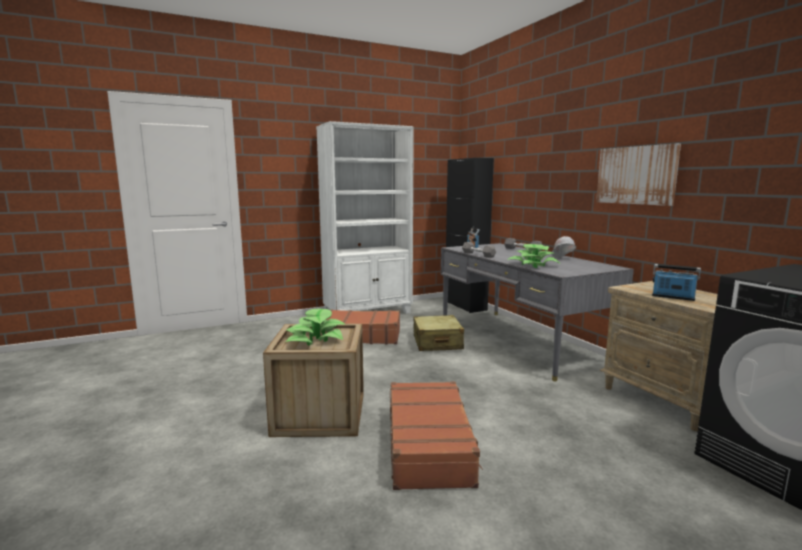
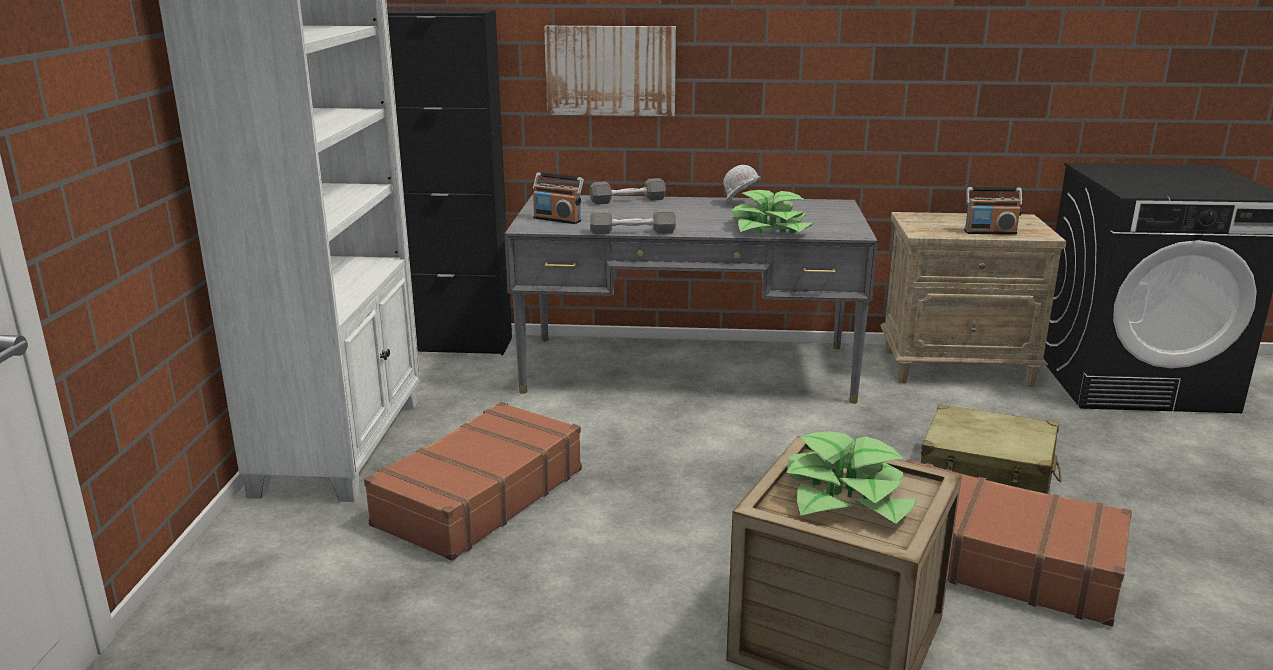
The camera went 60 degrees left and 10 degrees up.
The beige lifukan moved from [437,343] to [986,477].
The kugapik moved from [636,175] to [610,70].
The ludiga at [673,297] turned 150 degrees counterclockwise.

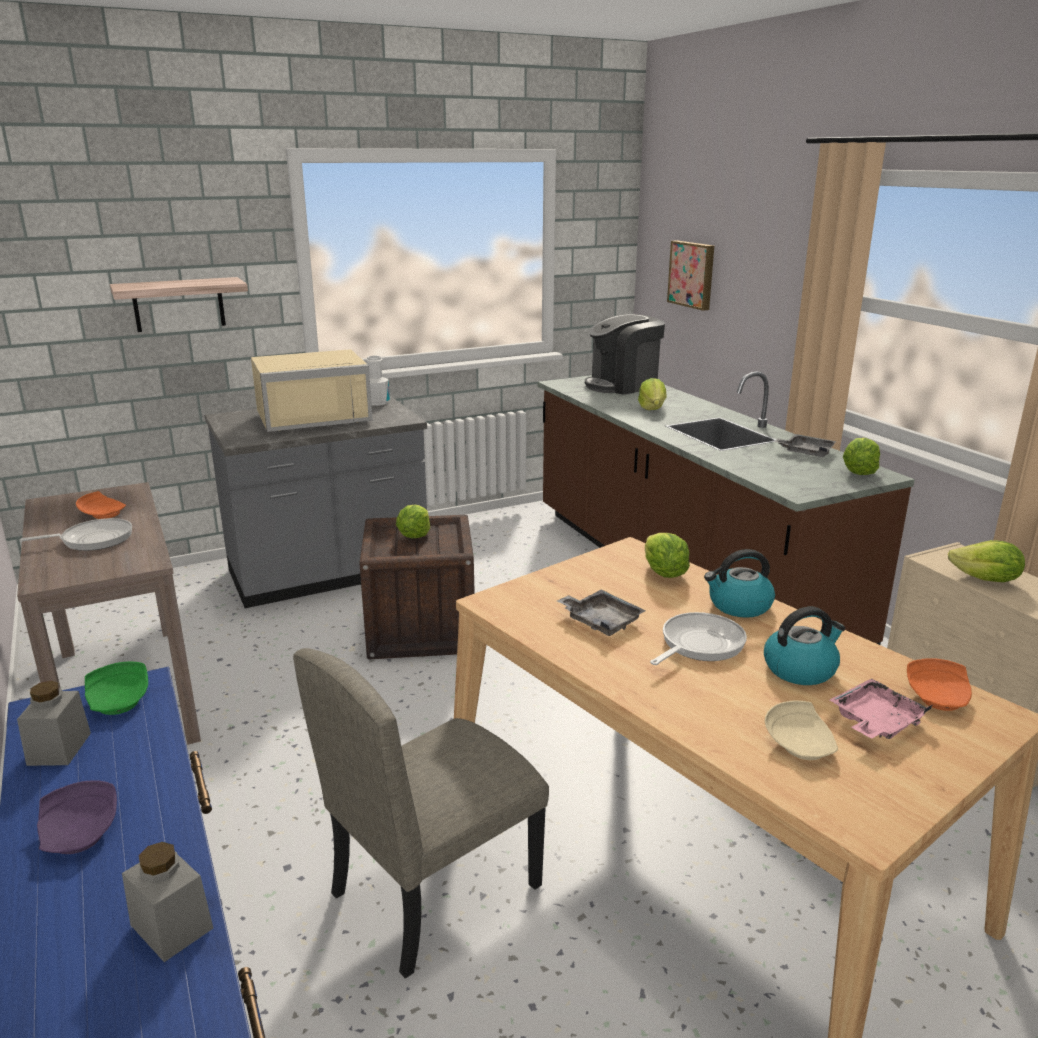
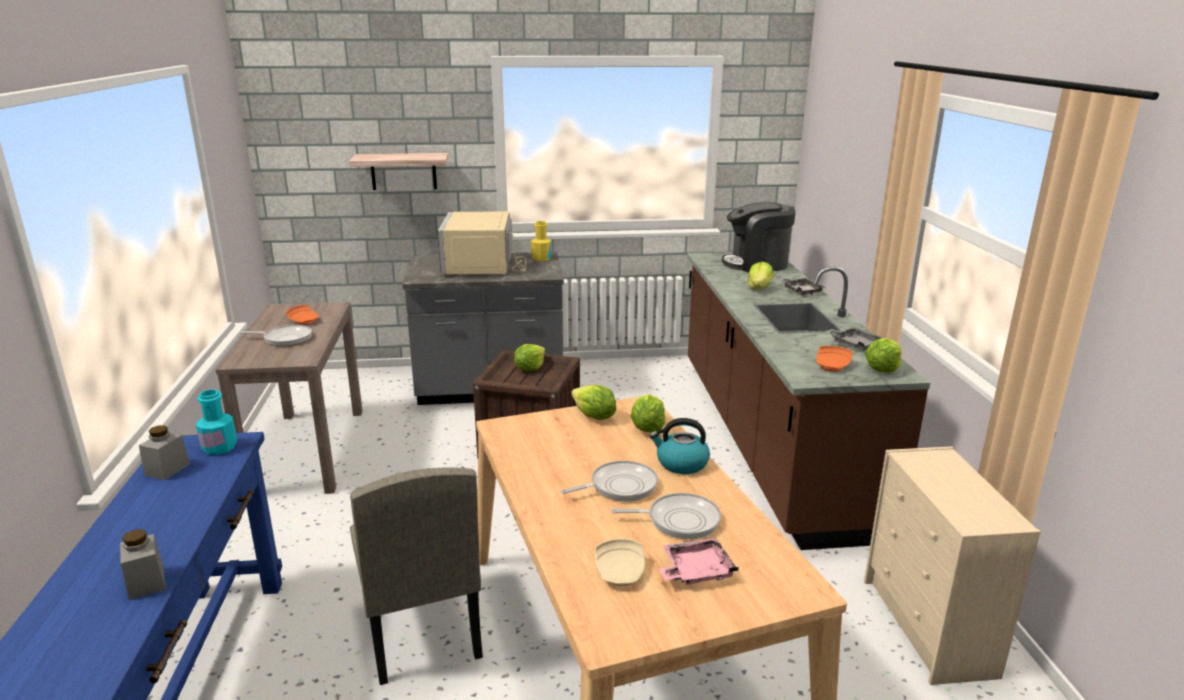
The camera went 20 degrees right and 0 degrees up.
The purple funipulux at [80,832] disappeared.
The kugapik at [692,274] disappeared.
The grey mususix moved from [601,621] to [801,291].
The orange funipulux moved from [939,697] to [832,366].
The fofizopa moved from [986,580] to [594,417].
The green funipulux at [120,700] was replaced by the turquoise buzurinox at [219,447].
The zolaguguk at [800,669] was replaced by the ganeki at [679,520].
The white buzurinox at [377,402] became the yellow buzurinox at [541,258].
The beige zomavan at [313,417] turned 90 degrees clockwise.
The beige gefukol at [435,888] turned 90 degrees counterclockwise.

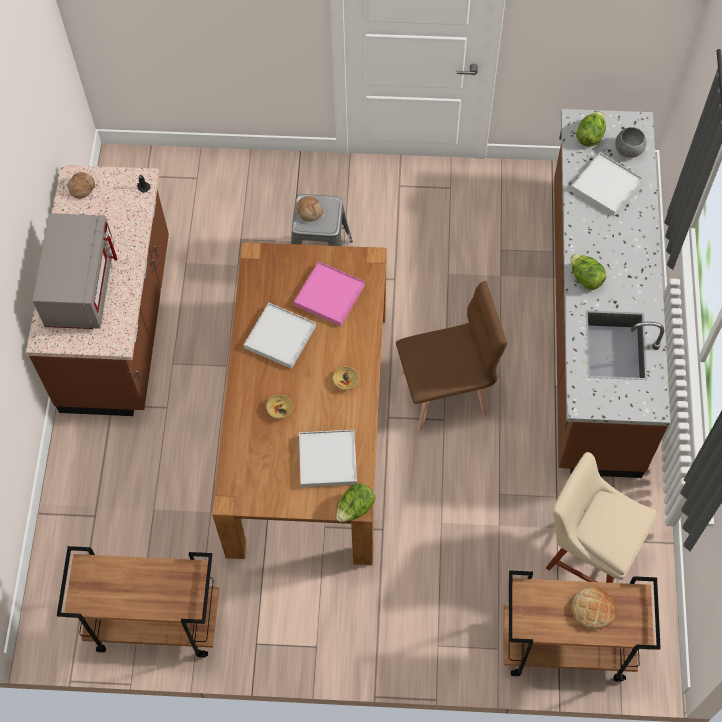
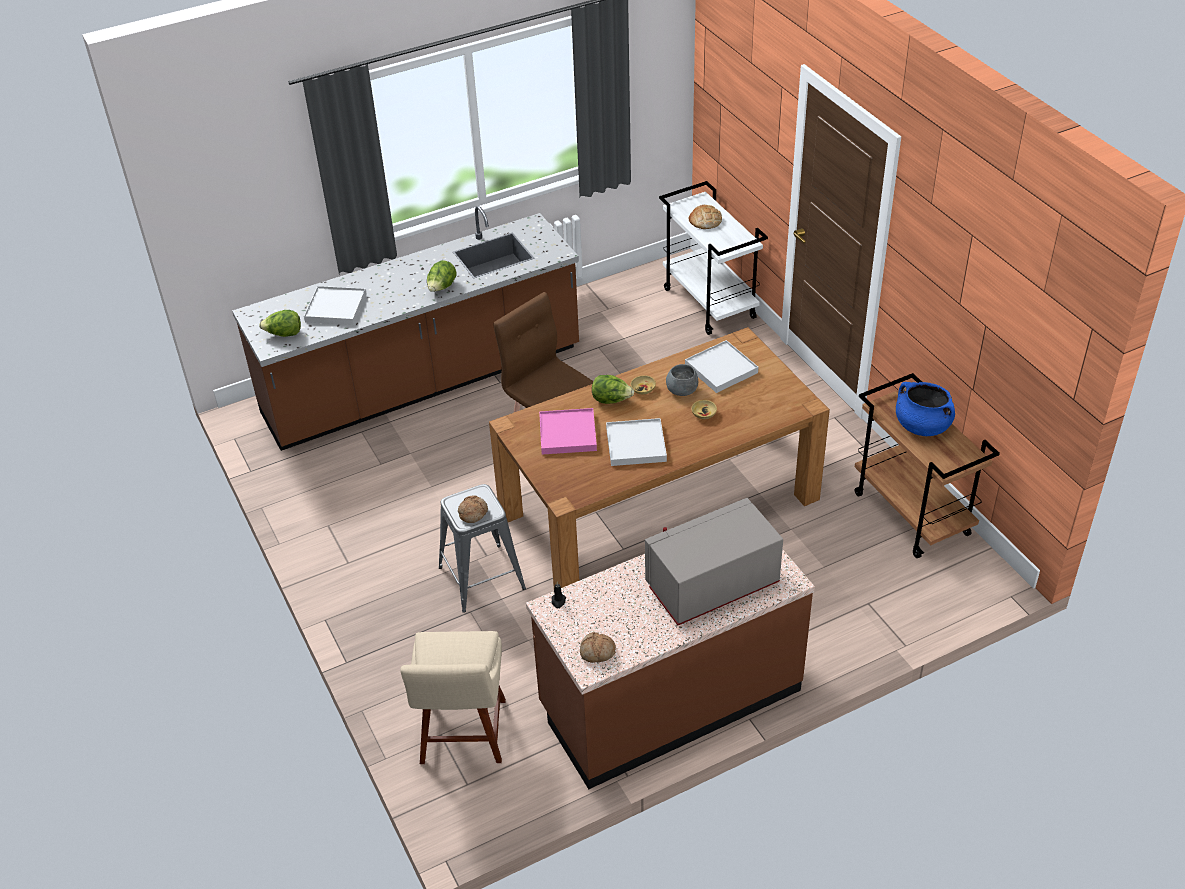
The camera went 120 degrees left and 20 degrees down.
The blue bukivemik at [922,426] appeared.
The fofizopa moved from [355,508] to [611,400].
The beige gefukol moved from [587,553] to [462,736].
The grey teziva moved from [628,150] to [682,391].
The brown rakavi at [564,646] became the white rakavi at [710,304].

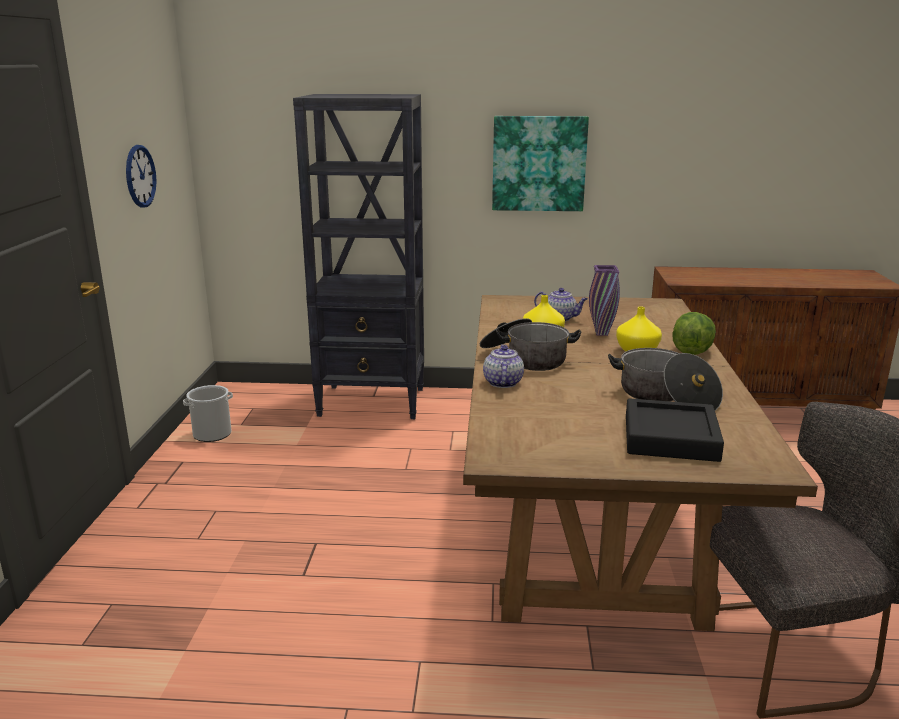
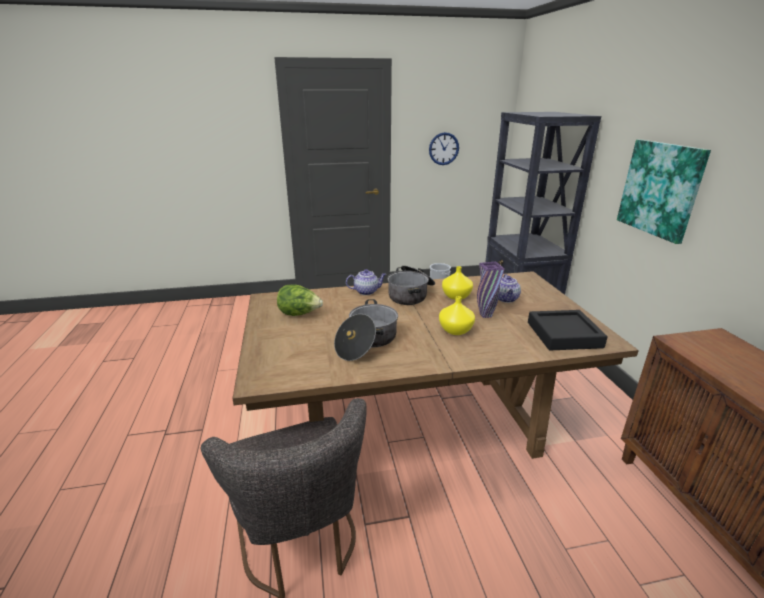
The camera went 75 degrees right and 5 degrees up.
The black mususix moved from [670,438] to [564,335].
The fofizopa moved from [692,350] to [299,314].

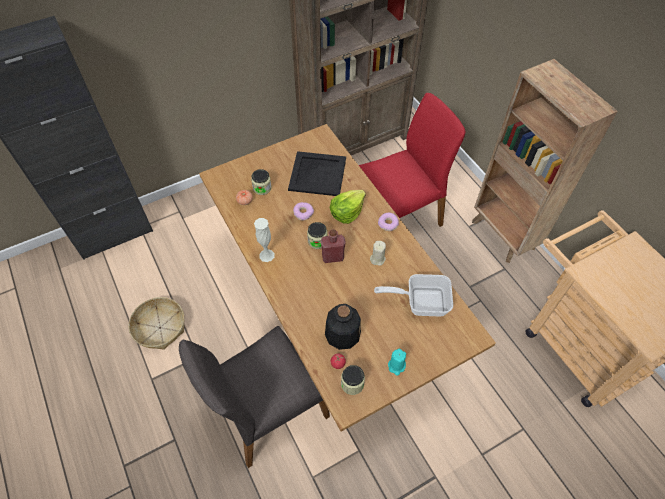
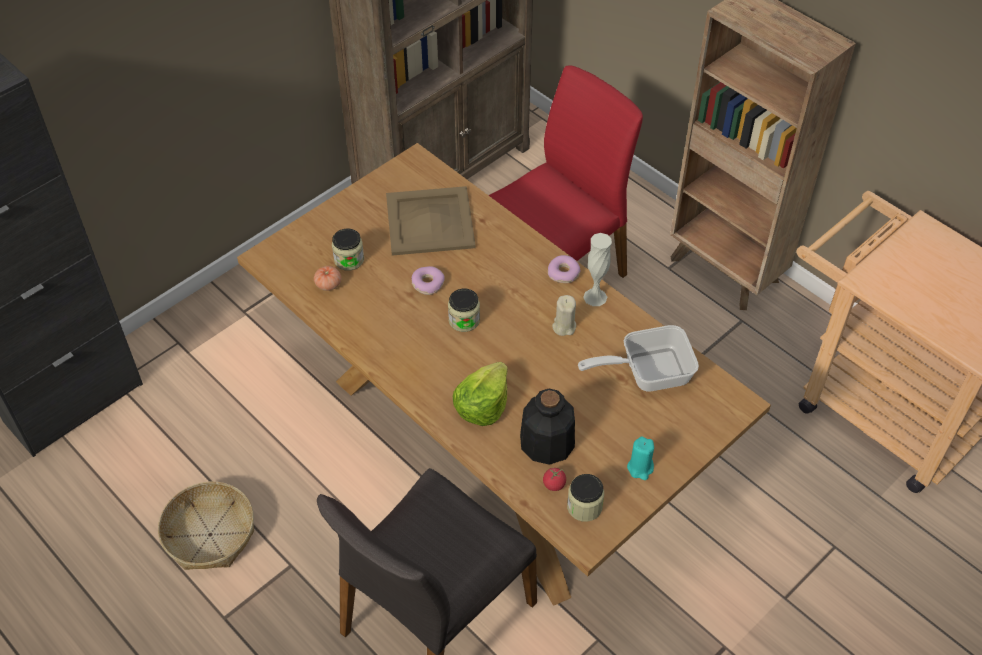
The camera went 15 degrees left and 5 degrees down.
The red buzurinox at [333,257] disappeared.
The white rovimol moved from [266,255] to [595,297].
The fofizopa moved from [347,212] to [482,405].
The black mususix at [317,174] became the beige mususix at [429,222].

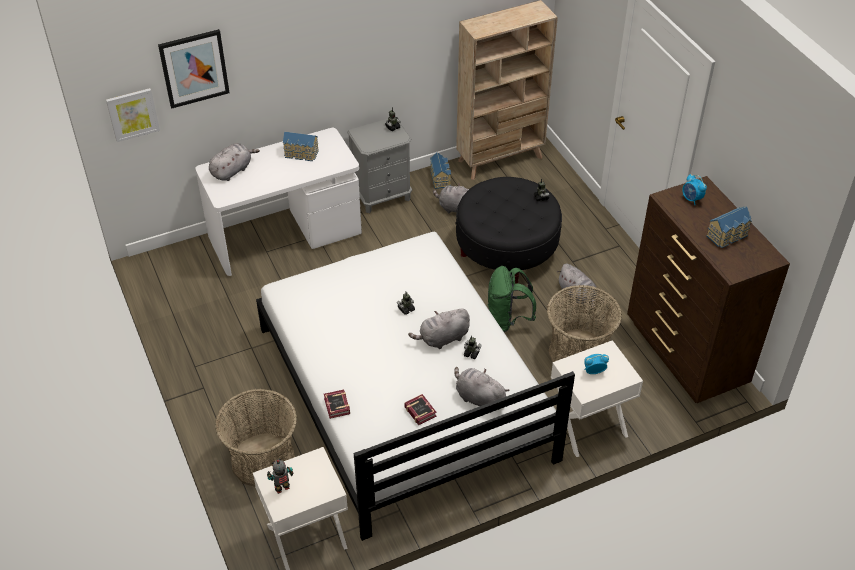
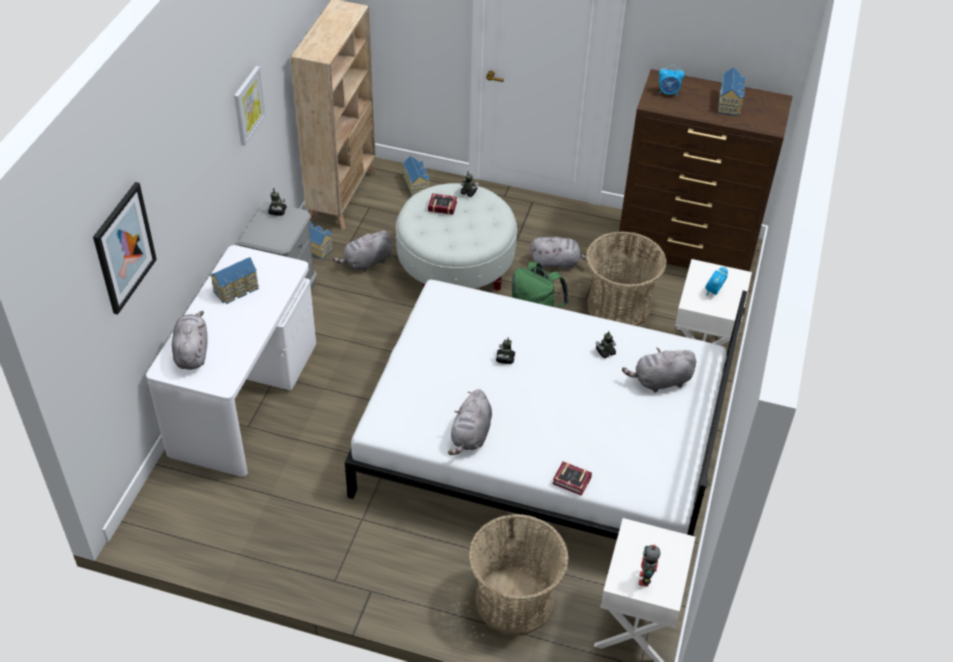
The camera went 50 degrees left and 0 degrees up.
The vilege at [417,185] appeared.
The kugapik moved from [133,114] to [248,105].
The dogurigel moved from [420,410] to [441,206].
The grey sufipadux moved from [442,339] to [471,435].
The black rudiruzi at [506,250] became the white rudiruzi at [455,268].

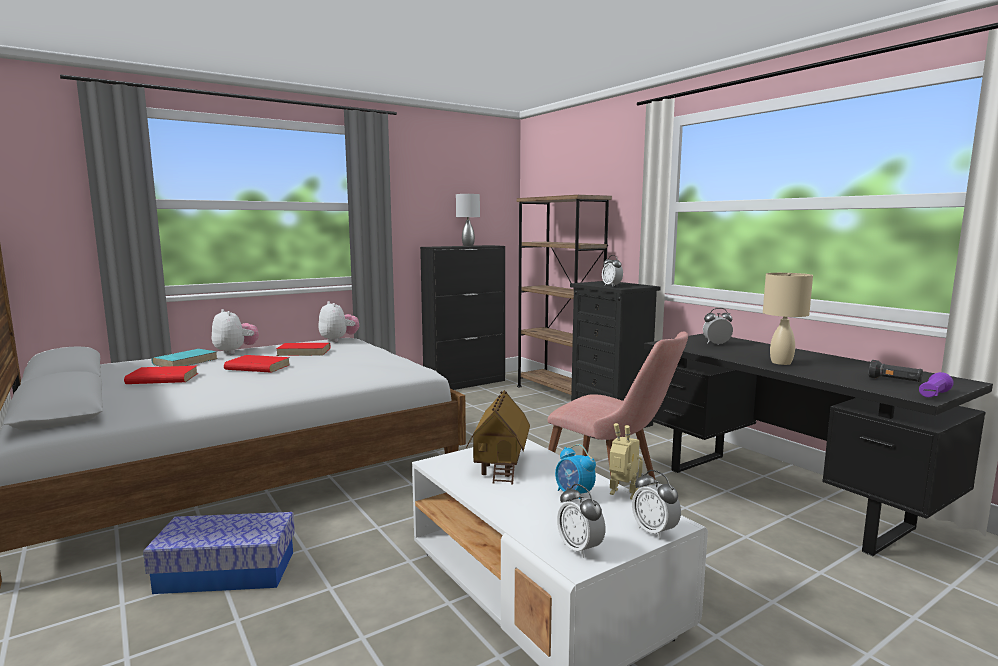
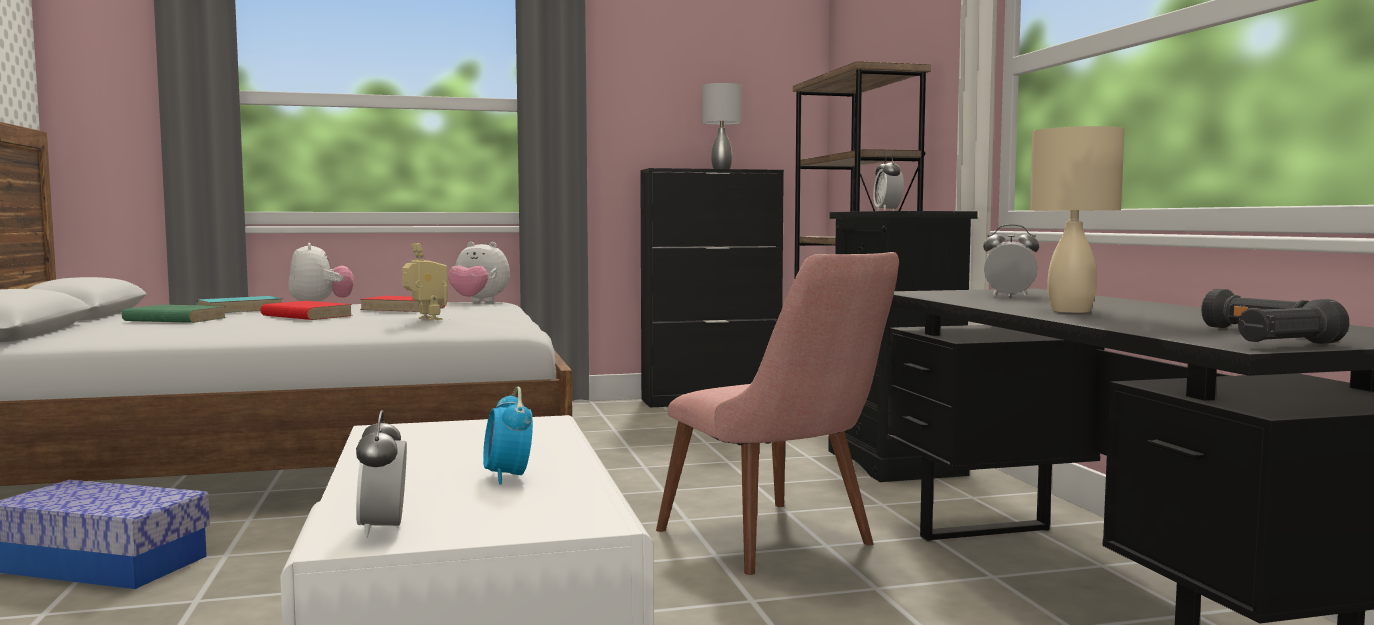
The camera went 20 degrees right and 5 degrees down.
The vilege at [500,465] disappeared.
The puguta at [654,531] disappeared.
The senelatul moved from [622,496] to [426,319].
The red dogurigel at [162,379] became the green dogurigel at [174,319].
The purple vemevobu at [933,395] became the black vemevobu at [1289,345].
The sufipadux at [338,340] turned 120 degrees clockwise.

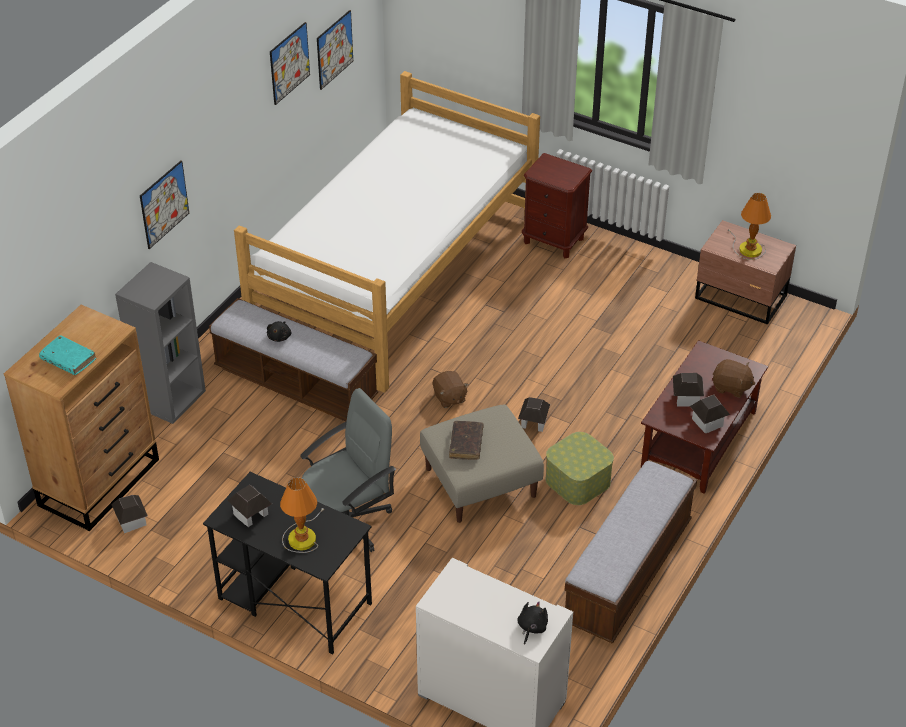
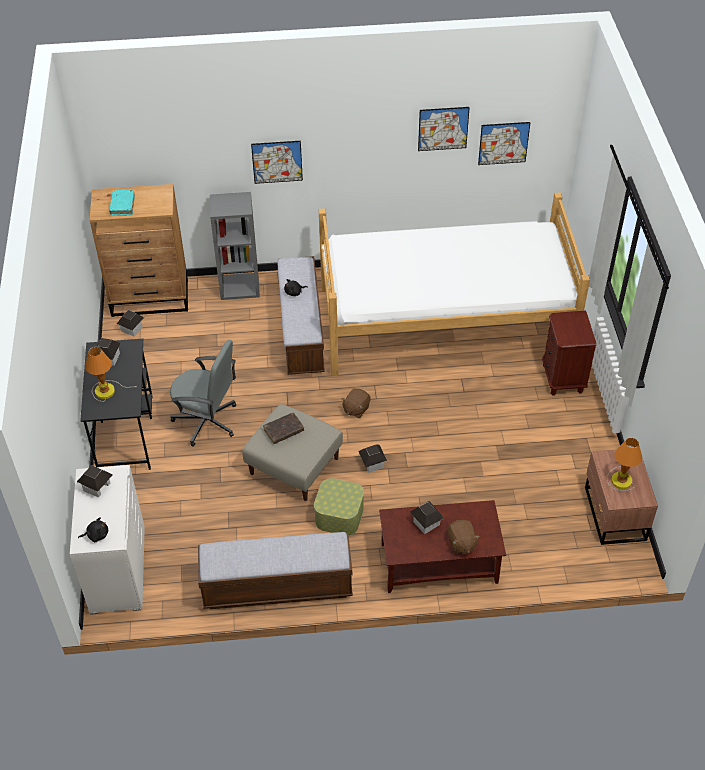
The camera went 55 degrees right and 5 degrees up.
The vilege moved from [707,422] to [97,487].

